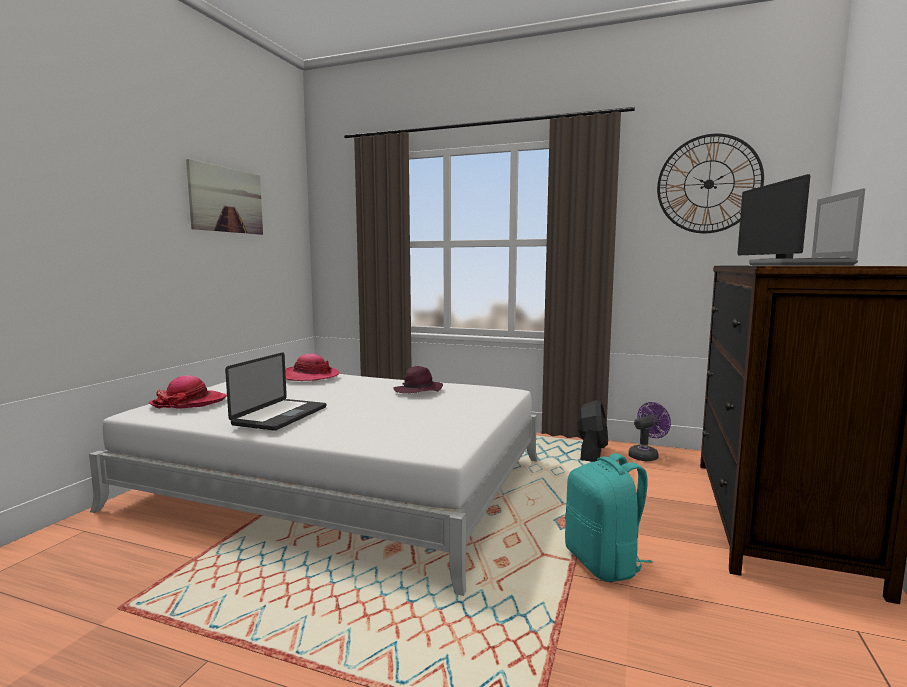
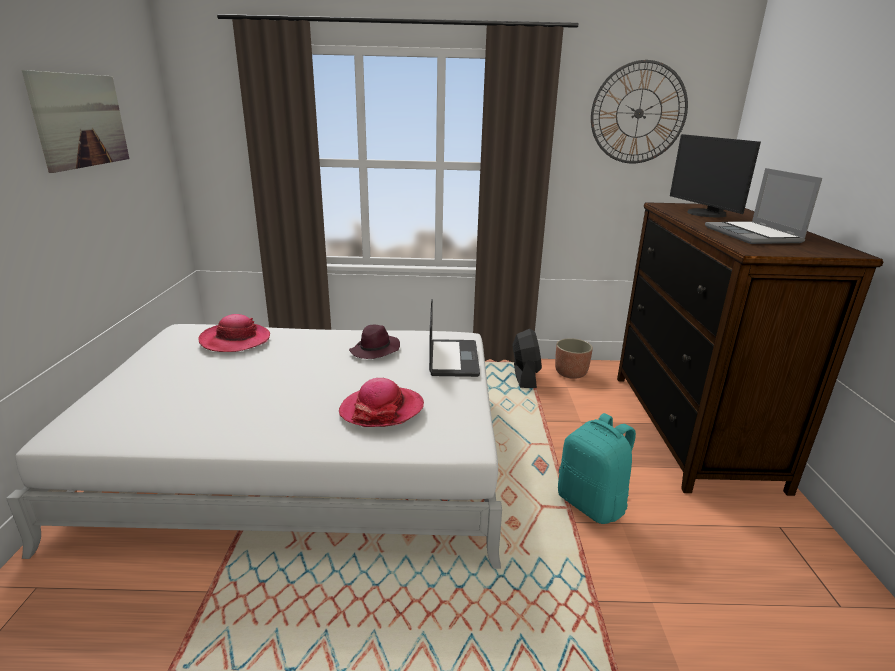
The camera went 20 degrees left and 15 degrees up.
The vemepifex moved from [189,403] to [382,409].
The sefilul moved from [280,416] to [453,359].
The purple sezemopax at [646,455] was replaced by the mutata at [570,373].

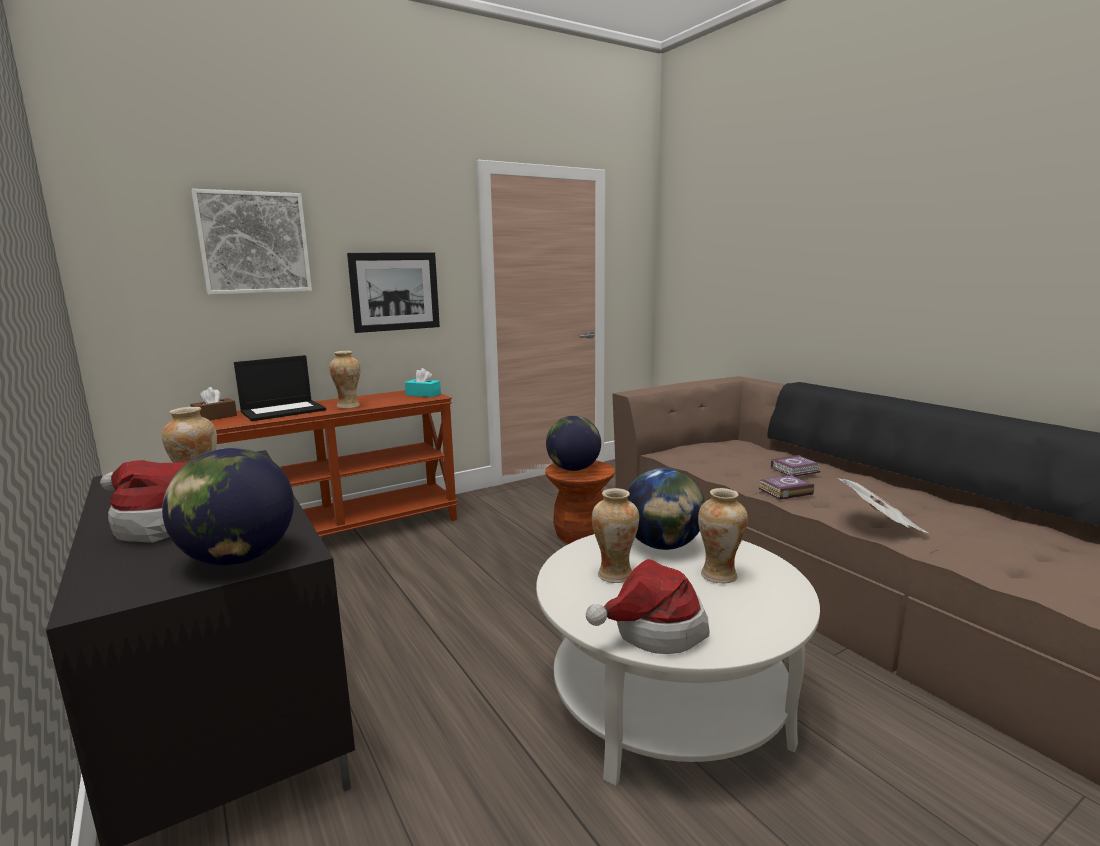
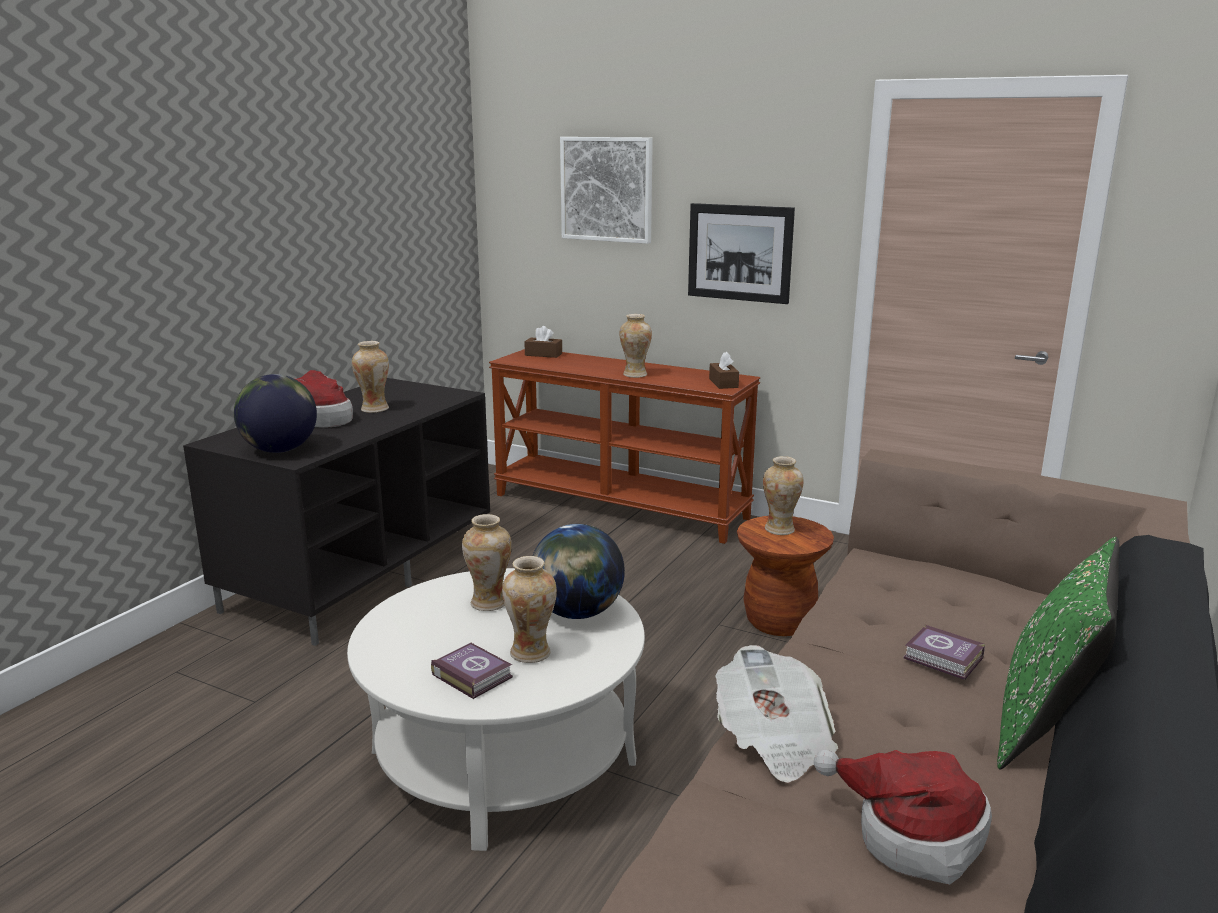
The camera went 60 degrees right and 5 degrees up.
The sefilul at [284,410] disappeared.
The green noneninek at [1046,724] appeared.
The vemepifex moved from [653,629] to [911,835].
The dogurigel moved from [784,491] to [472,675].
The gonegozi at [573,469] was replaced by the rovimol at [779,529].
The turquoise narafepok at [423,394] became the brown narafepok at [723,383].

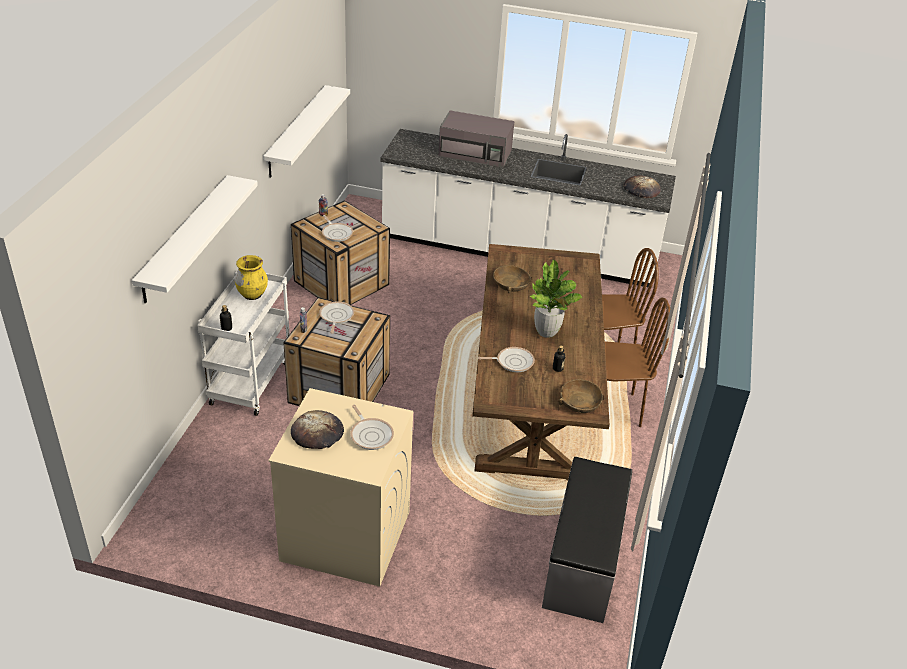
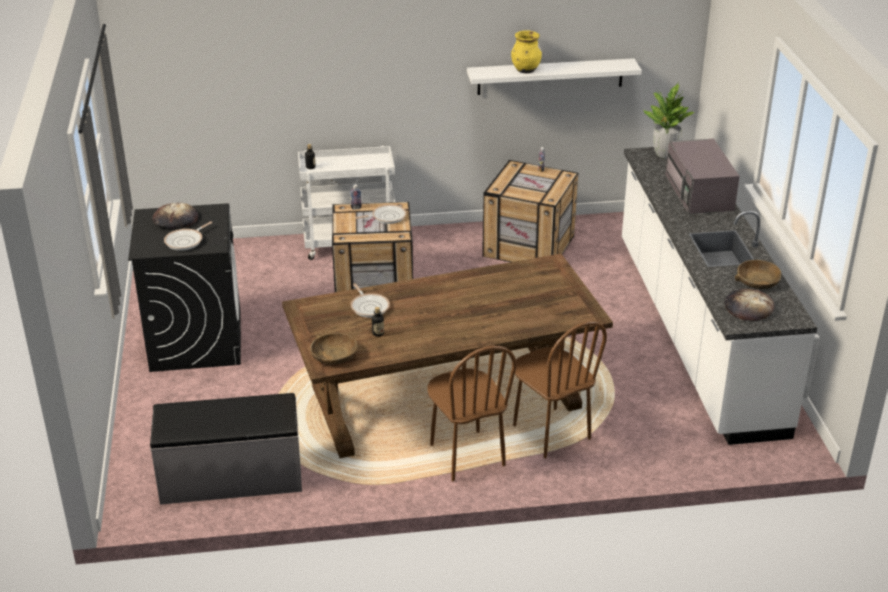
The camera went 70 degrees right and 5 degrees down.
The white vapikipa at [185,238] disappeared.
The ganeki at [336,233] disappeared.
The yellow rovimol moved from [252,295] to [525,70].
The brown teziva moved from [511,284] to [757,281].
The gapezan moved from [547,332] to [665,154].
The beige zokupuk at [345,535] became the black zokupuk at [196,340].

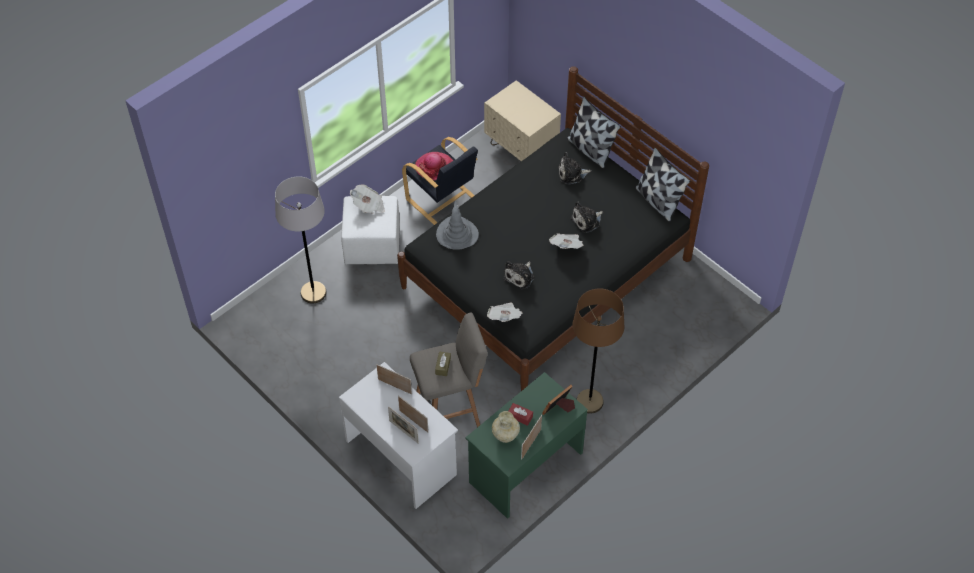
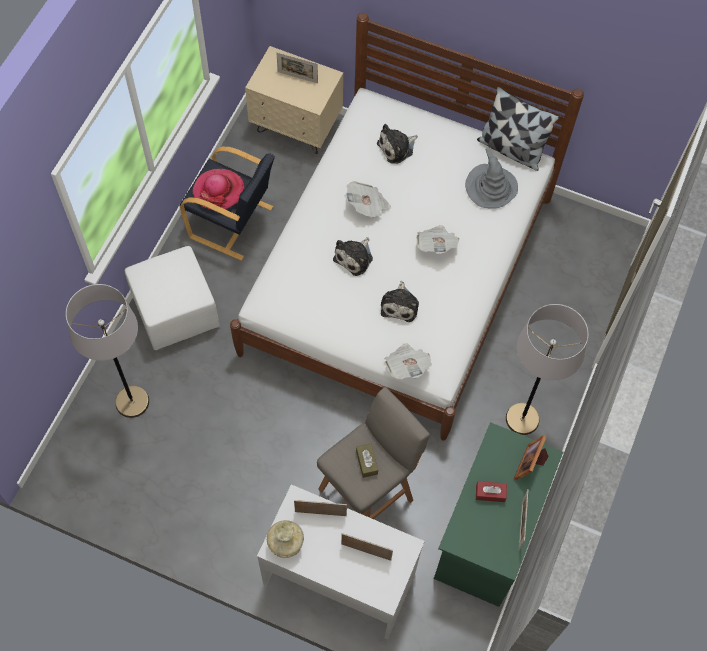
The camera went 25 degrees left and 10 degrees up.
The noneninek at [590,150] disappeared.
The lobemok moved from [368,206] to [367,206].
The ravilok moved from [404,432] to [297,77].
The grey vemepifex moved from [457,234] to [491,187].
The beige rovimol moved from [506,435] to [286,544].
The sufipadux moved from [587,221] to [355,257].
The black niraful at [546,273] became the white niraful at [398,274].
The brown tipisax at [589,401] became the grey tipisax at [522,419].

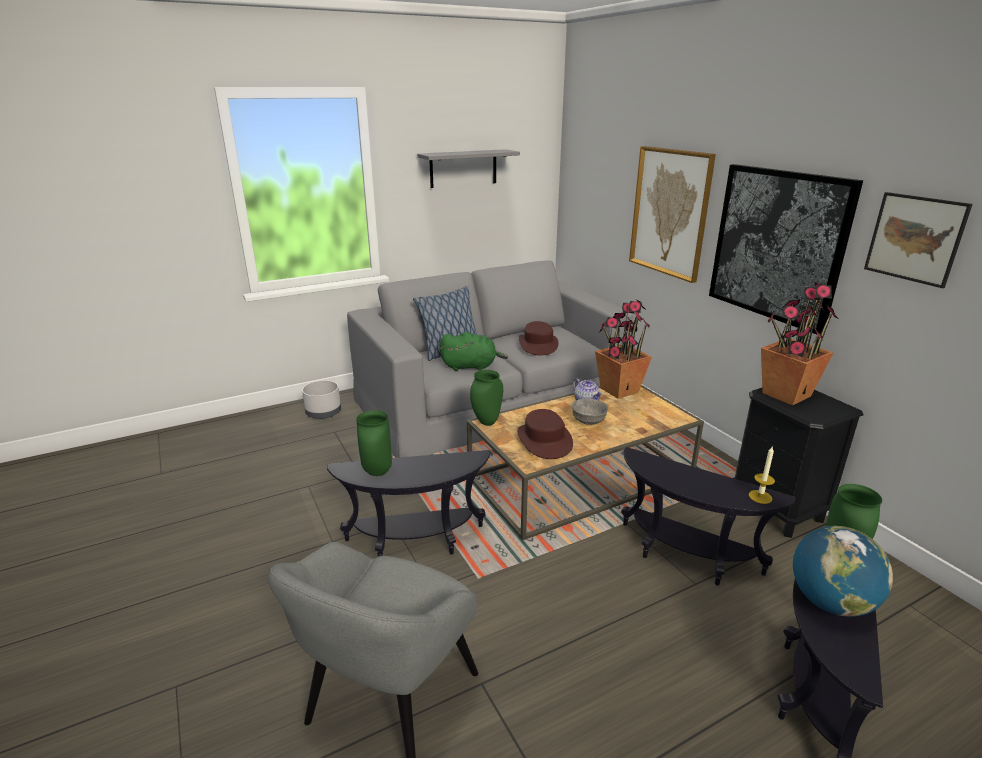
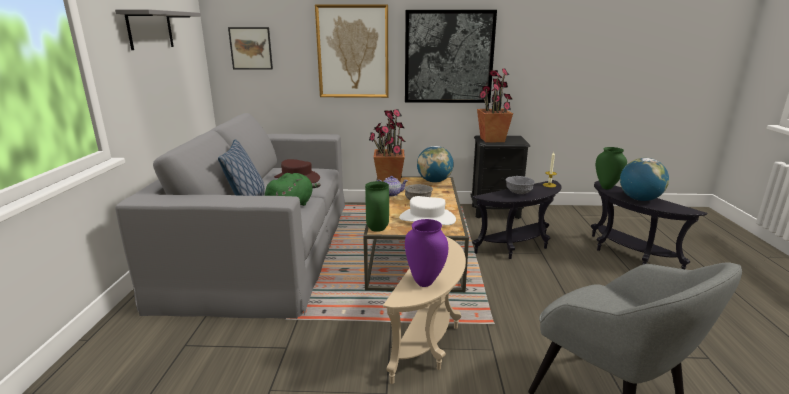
The camera went 60 degrees left and 5 degrees down.
The grey mutata at [324,413] disappeared.
The gonegozi at [434,181] appeared.
The grey teziva at [518,192] appeared.
The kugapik moved from [915,238] to [251,48].
The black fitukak at [415,543] became the beige fitukak at [430,342].
The green rovimol at [376,472] became the purple rovimol at [424,283].
The brown vemepifex at [544,440] became the white vemepifex at [427,218].

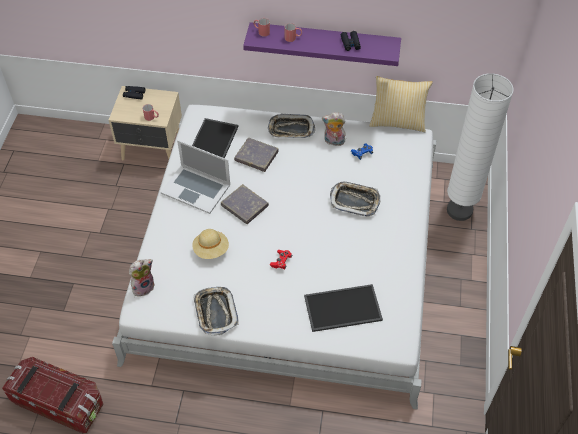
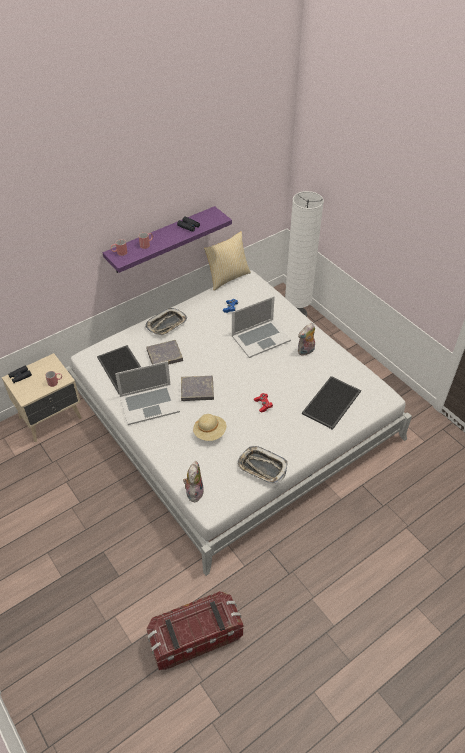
The camera went 45 degrees left and 5 degrees down.
The sufipadux moved from [333,142] to [306,351].
The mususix at [354,201] was replaced by the sefilul at [260,338].

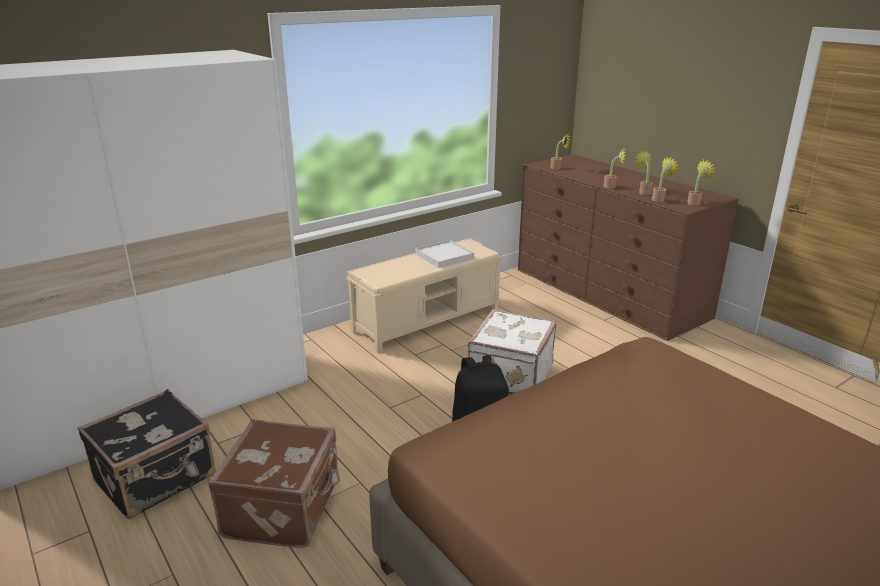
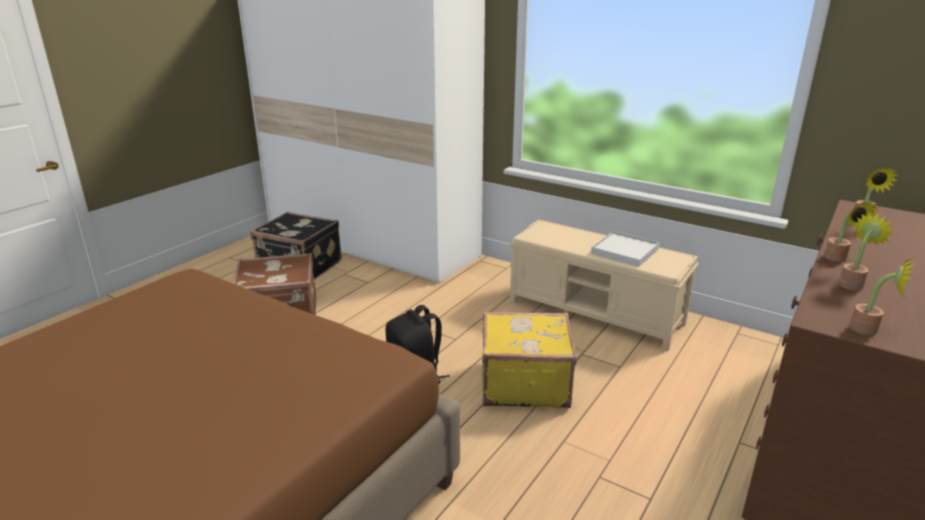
The camera went 70 degrees right and 0 degrees up.
The gapezan at [660,199] disappeared.
The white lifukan at [509,376] became the yellow lifukan at [523,383].

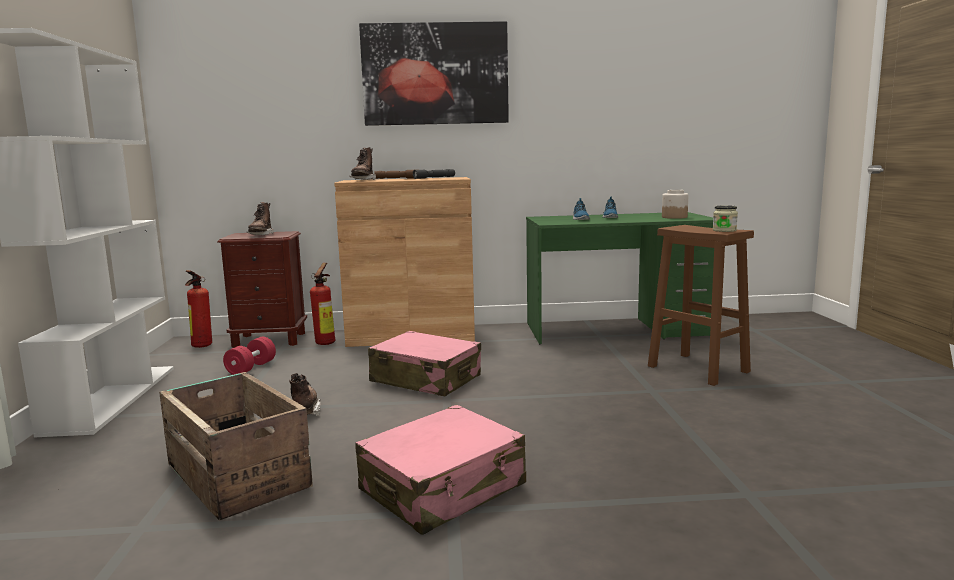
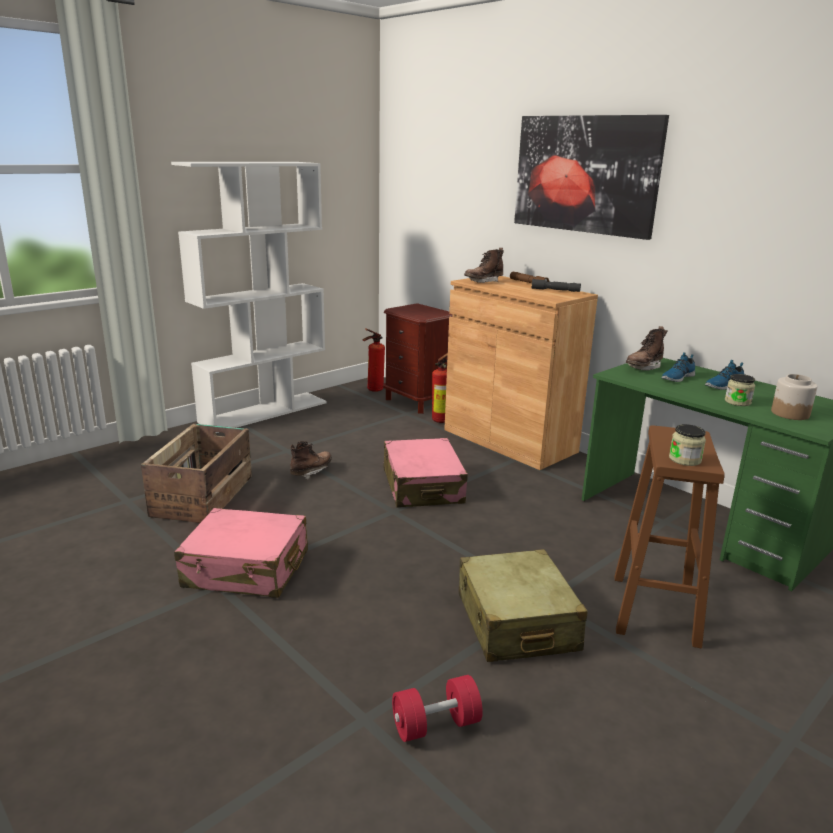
The camera went 50 degrees right and 10 degrees up.
The beige lifukan at [516,622] appeared.
The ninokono at [737,402] appeared.
The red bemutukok moved from [251,368] to [436,724].
The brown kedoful moved from [261,235] to [643,367].

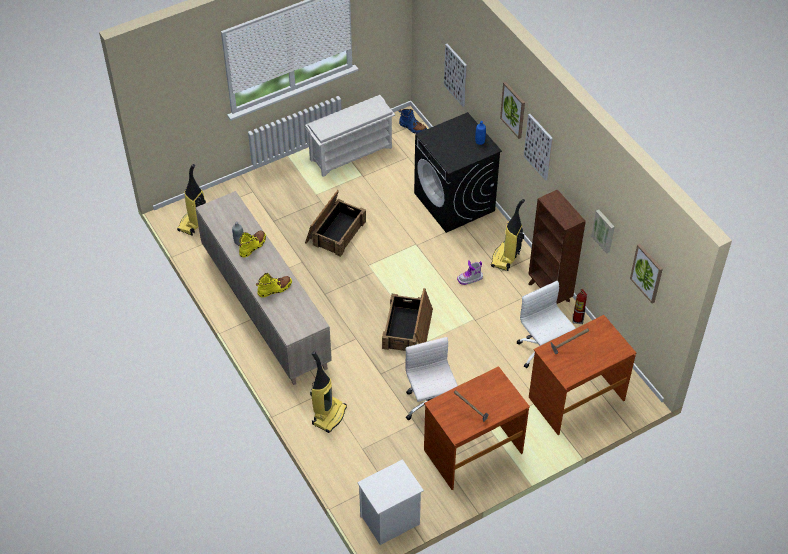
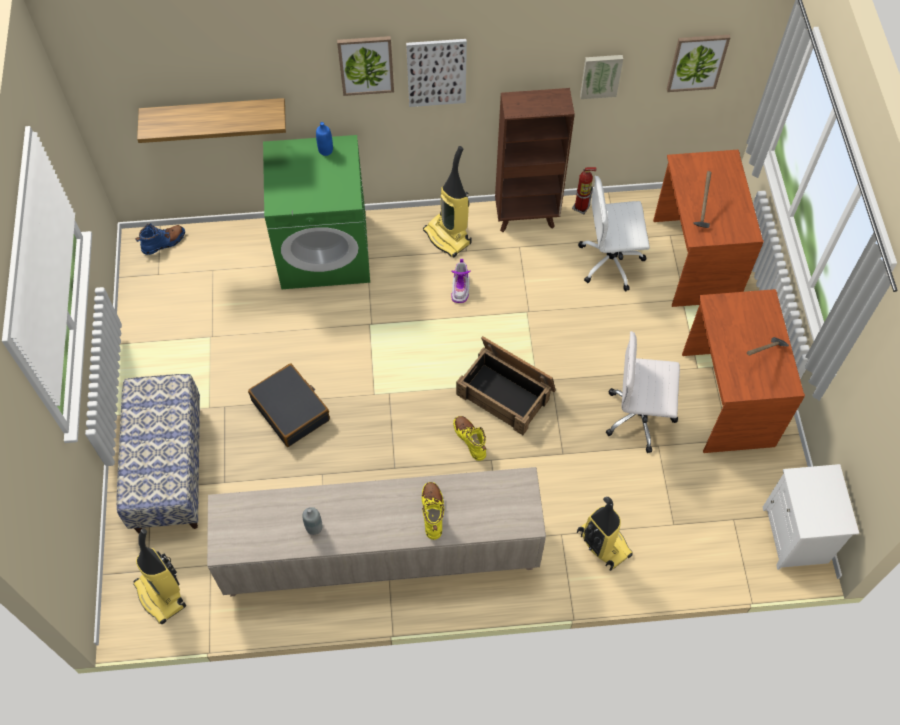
The camera went 65 degrees left and 10 degrees up.
The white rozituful at [351,153] disappeared.
The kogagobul at [168,468] appeared.
The yellow kedoful moved from [253,246] to [470,439].
The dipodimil at [335,231] was replaced by the black lifukan at [291,410].
The kugapik at [456,75] was replaced by the vapikipa at [214,114].
The black zokupuk at [455,202] became the green zokupuk at [325,251].

